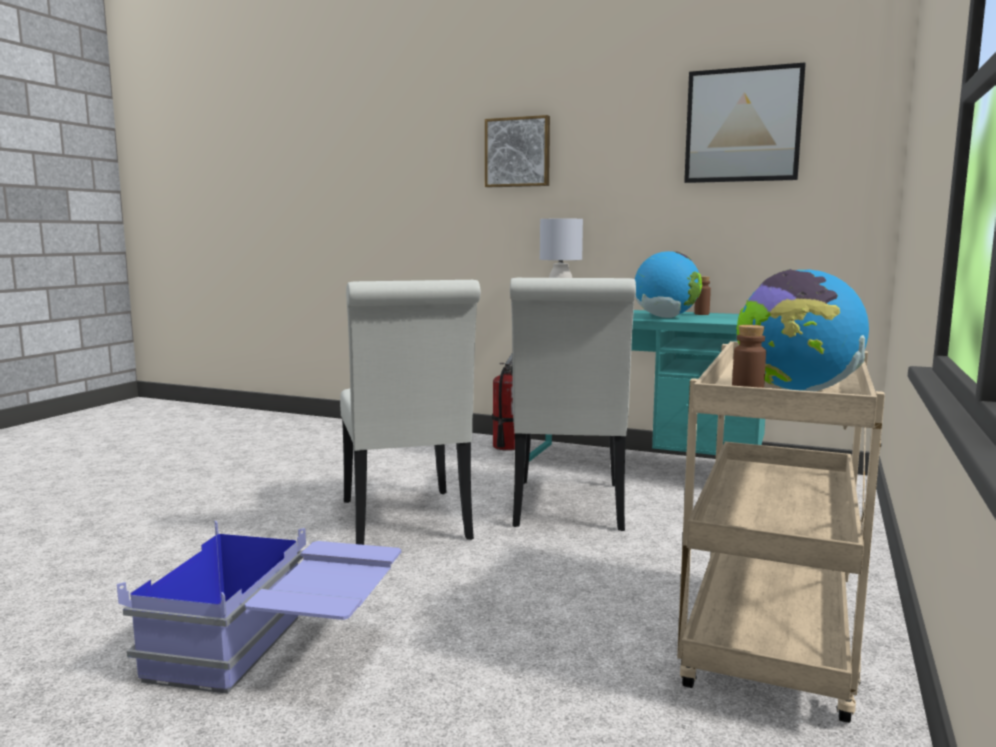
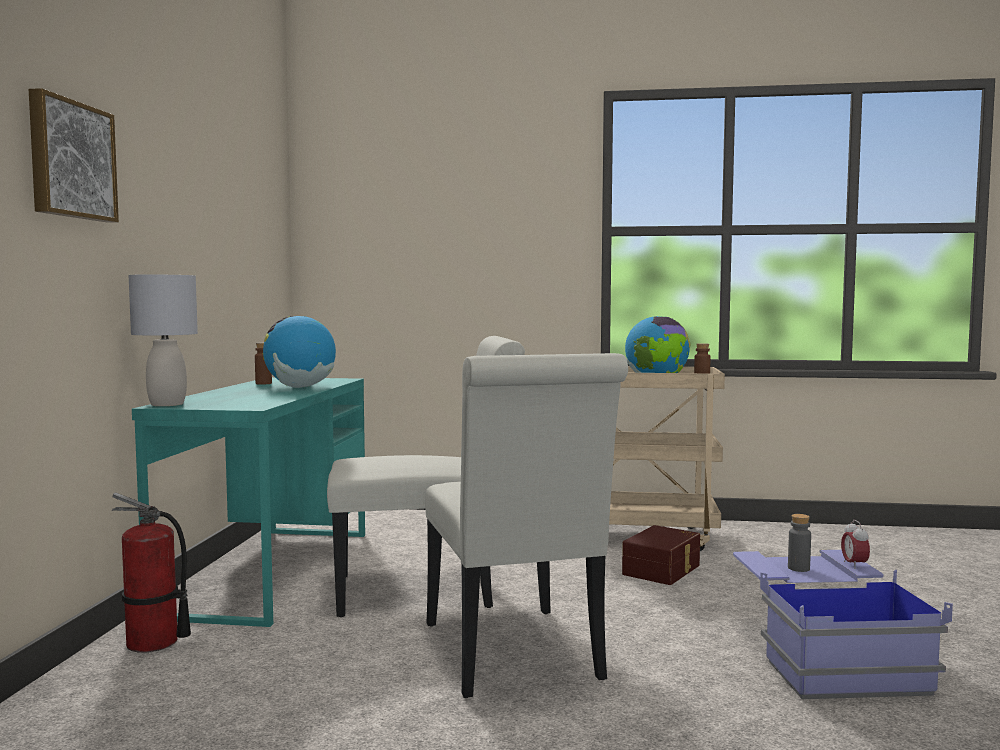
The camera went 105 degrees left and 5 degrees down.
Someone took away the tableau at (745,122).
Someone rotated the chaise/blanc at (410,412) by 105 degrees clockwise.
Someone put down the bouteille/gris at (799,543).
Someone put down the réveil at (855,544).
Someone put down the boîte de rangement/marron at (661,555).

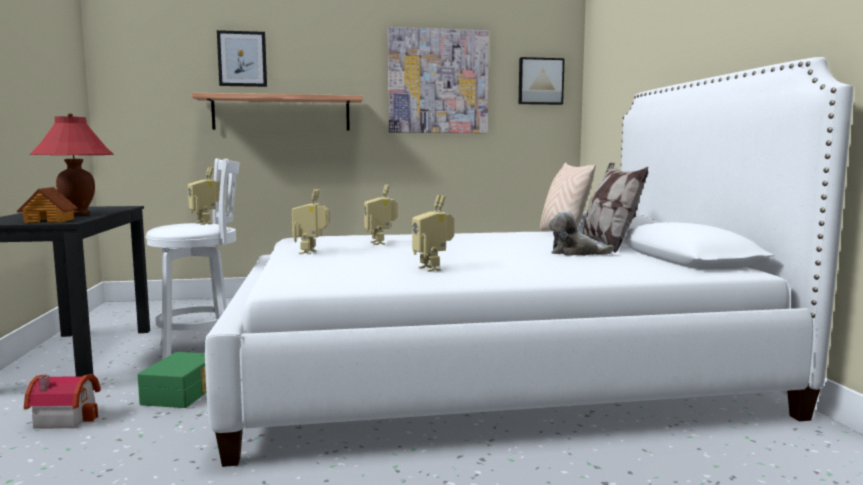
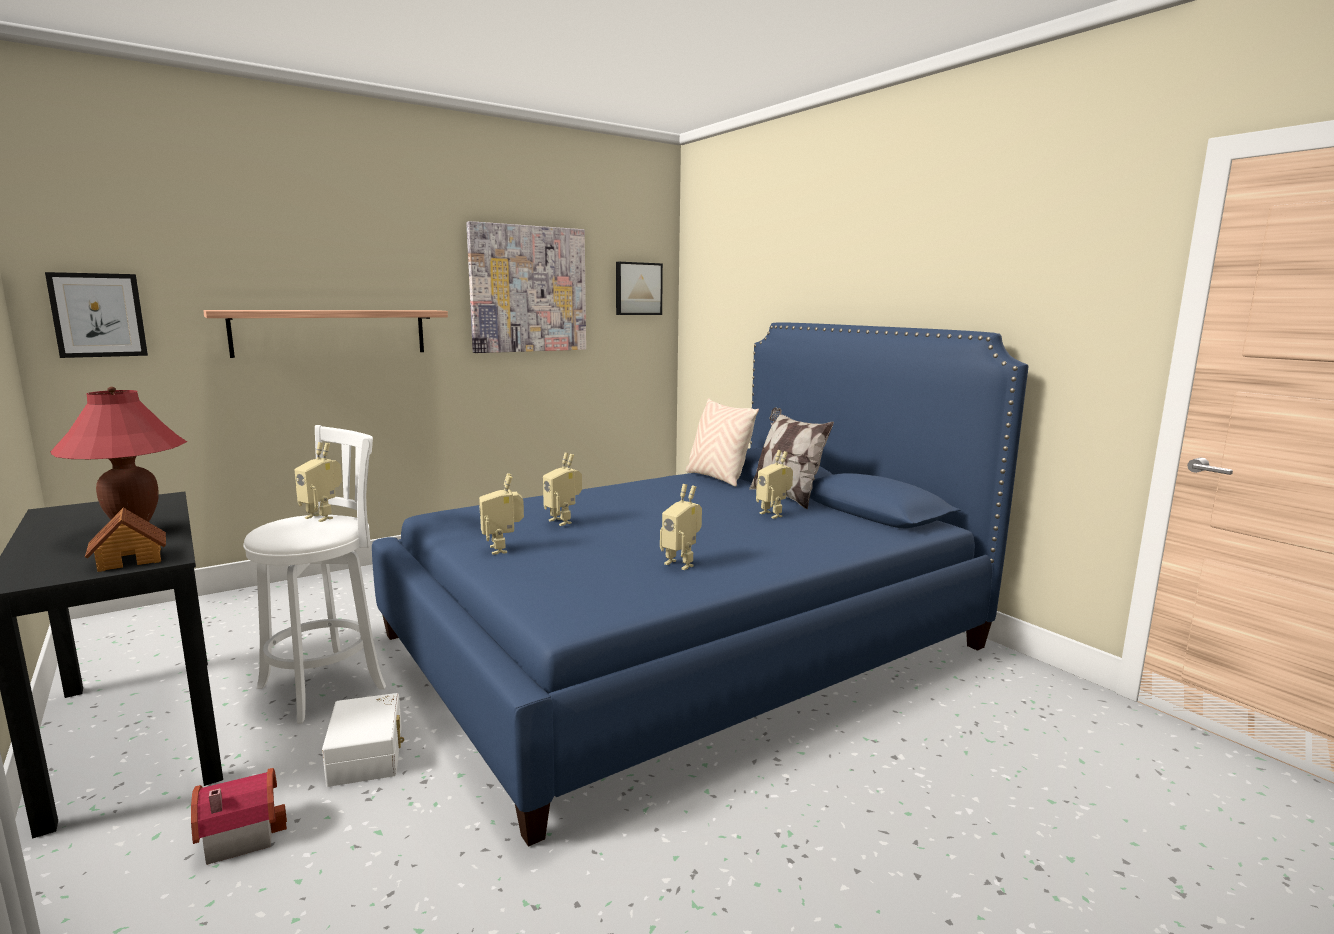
The camera went 25 degrees left and 5 degrees up.
Someone carried the tableau from (242,58) to (96,315).
Someone repainted the lit/blanc at (529,262), which became the lit/bleu at (700,584).
Someone swapped the peluche at (581,233) for the robot jouet at (774,484).
Someone repainted the boîte de rangement/vert at (172,380), which became the boîte de rangement/blanc at (363,740).

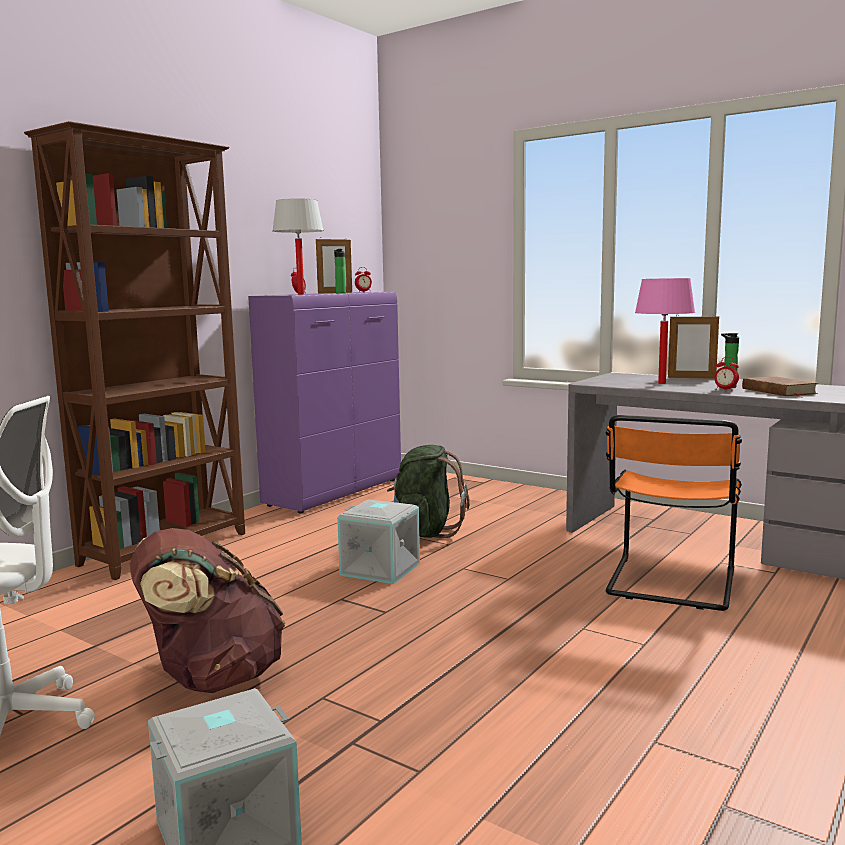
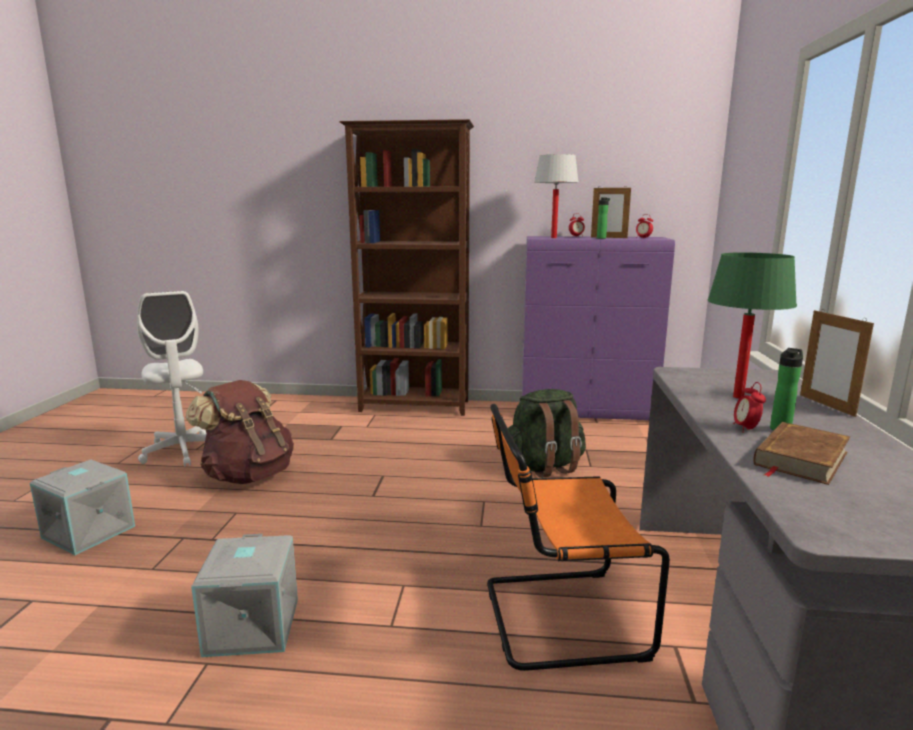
The camera went 60 degrees right and 5 degrees up.
Someone repainted the lampe de table/rose at (665,331), which became the lampe de table/vert at (752,325).
Someone carried the boîte de rangement/gris from (378,541) to (244,595).

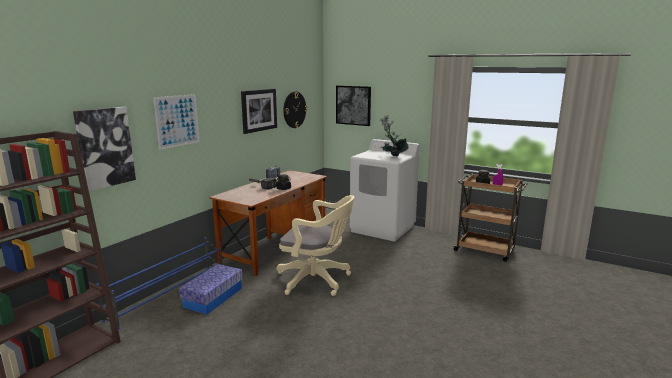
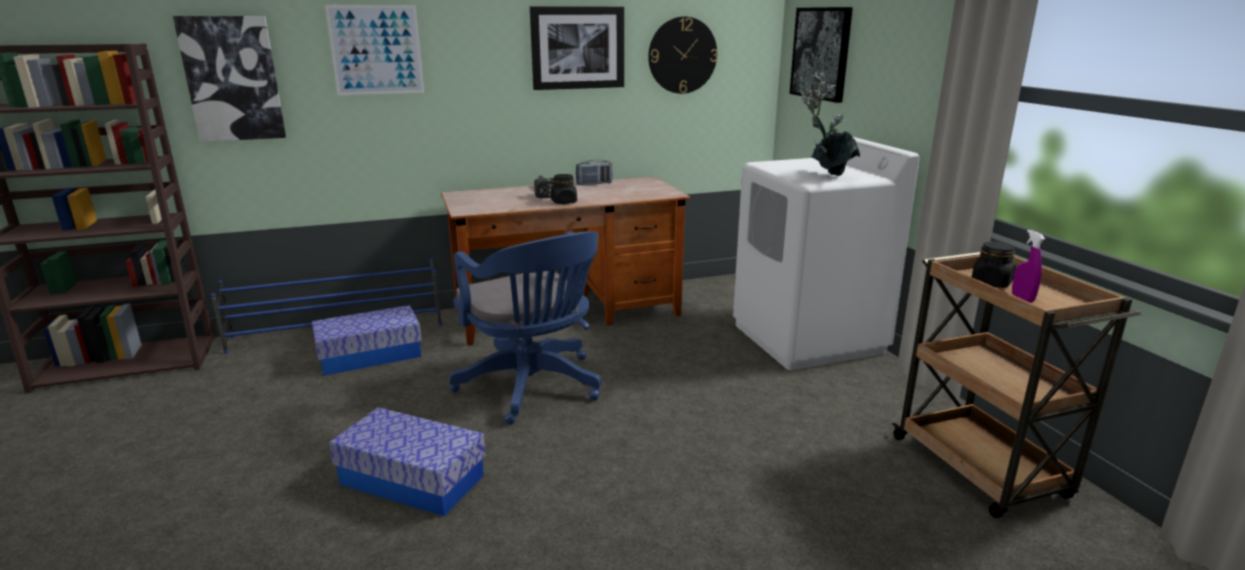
The camera went 40 degrees right and 5 degrees up.
Someone repainted the chaise de bureau/beige at (315,245), which became the chaise de bureau/bleu at (525,327).
Someone put down the boîte de rangement at (407,461).

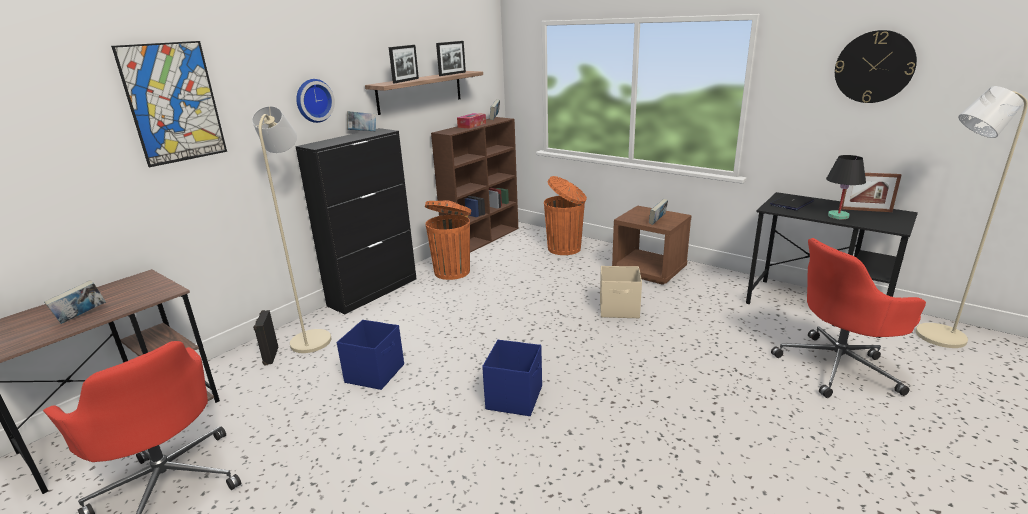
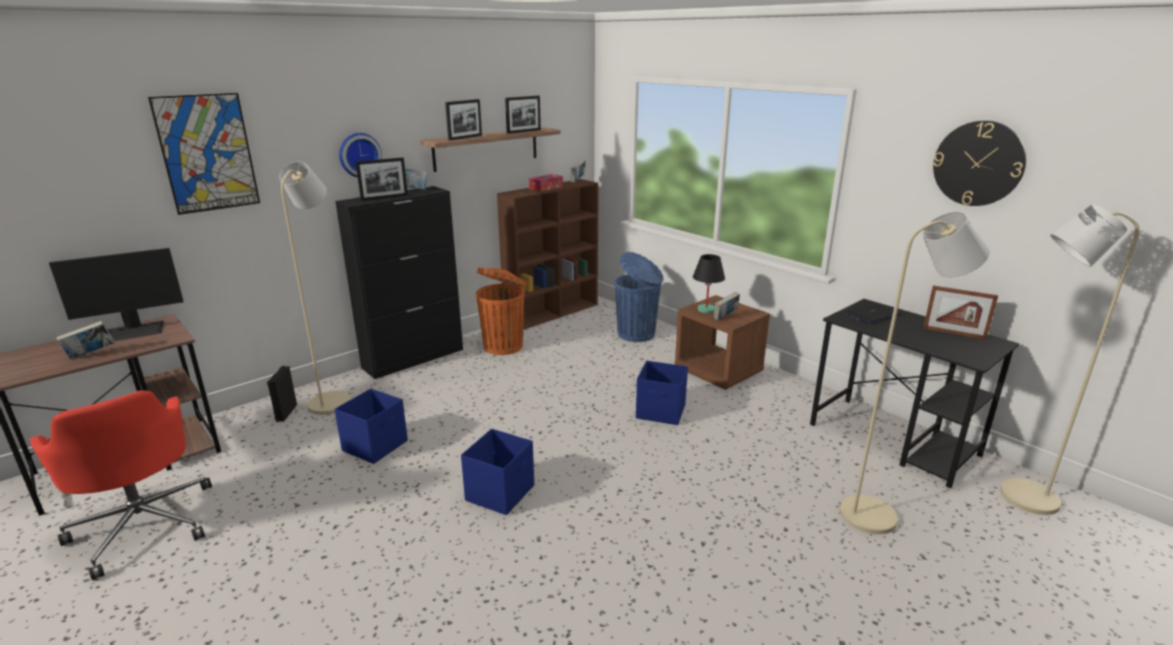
The camera went 10 degrees right and 0 degrees up.
Someone carried the lampe de table/noir from (846,187) to (709,283).
Someone repainted the poubelle/orange at (565,215), which became the poubelle/bleu at (639,297).
Someone swapped the chaise de bureau/rouge at (848,318) for the lampadaire/beige at (915,373).
Someone repainted the boîte de rangement/beige at (621,292), which became the boîte de rangement/bleu at (662,393).
Someone put down the cadre photo at (382,179).
Someone put down the écran d'ordinateur at (116,294).

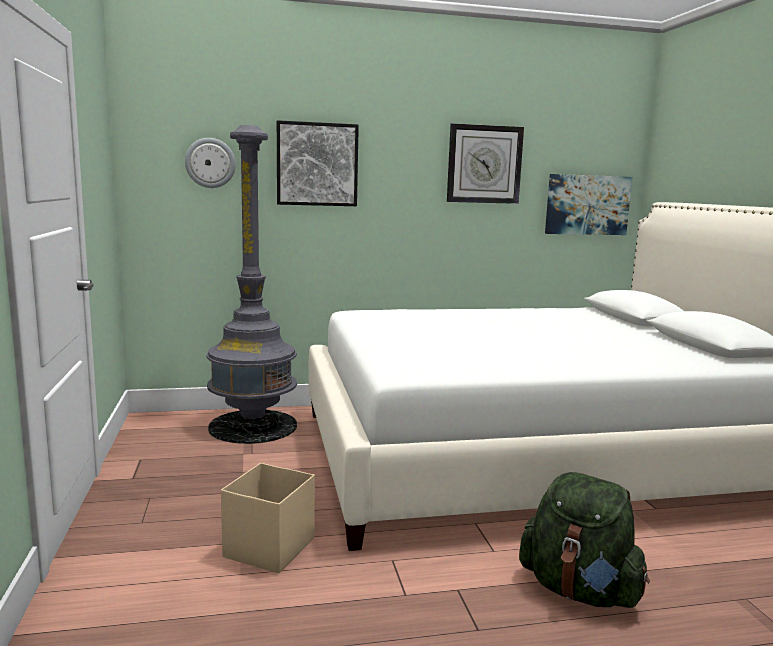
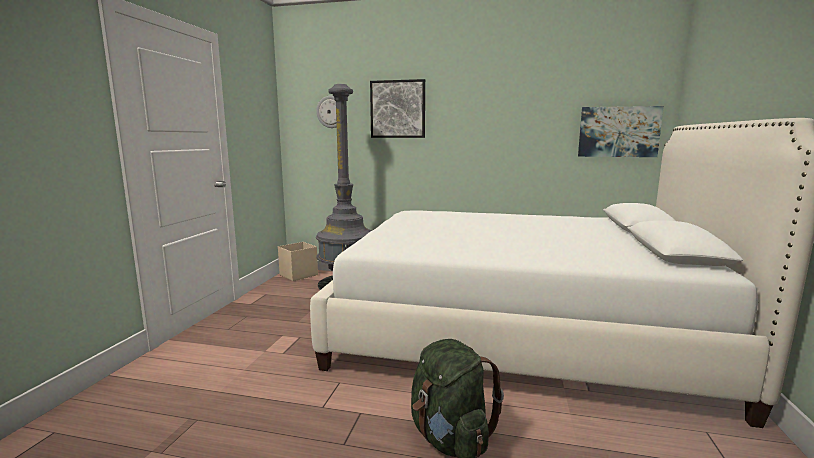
The camera went 25 degrees right and 0 degrees up.
Someone took away the horloge murale at (485,163).
Someone carried the boîte de rangement/beige from (268,518) to (298,261).

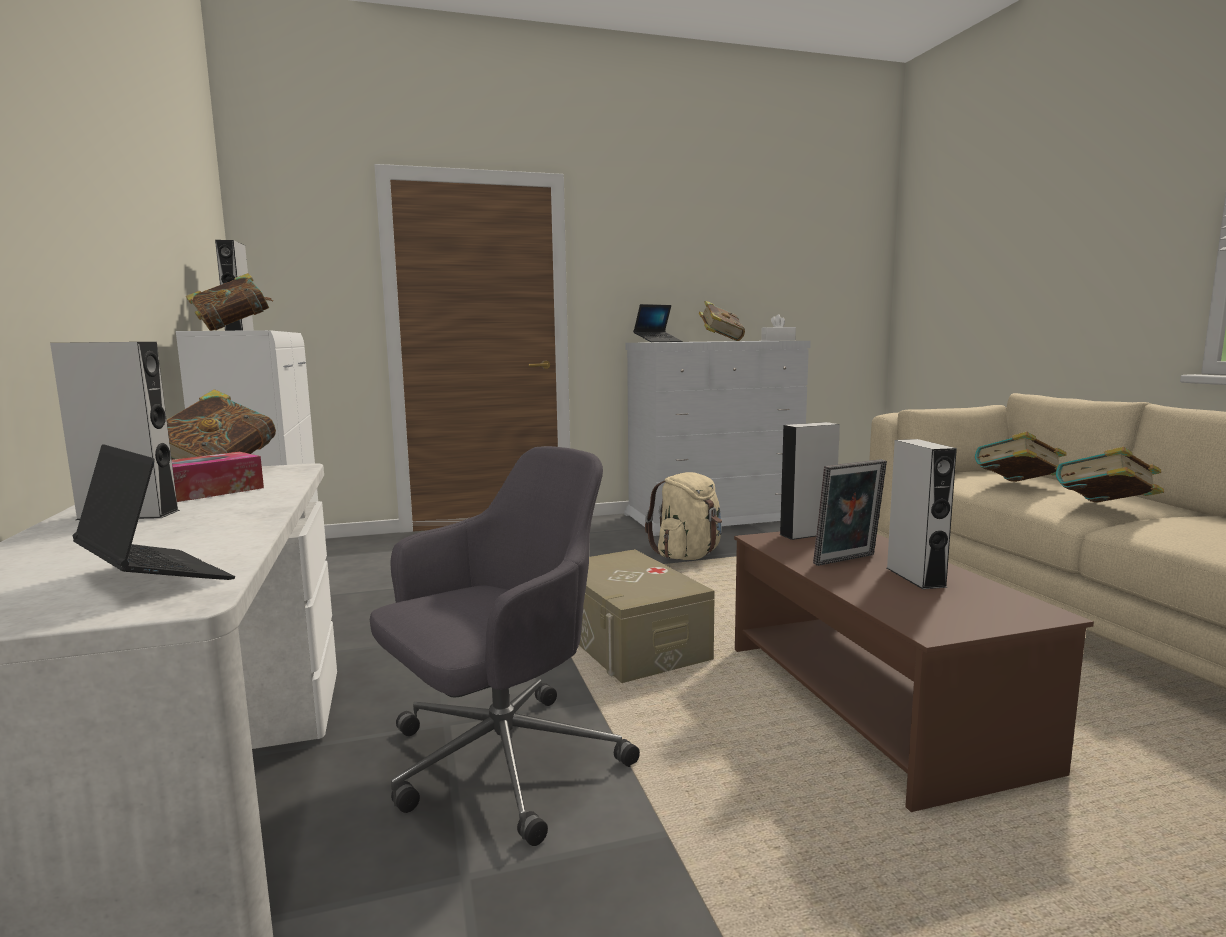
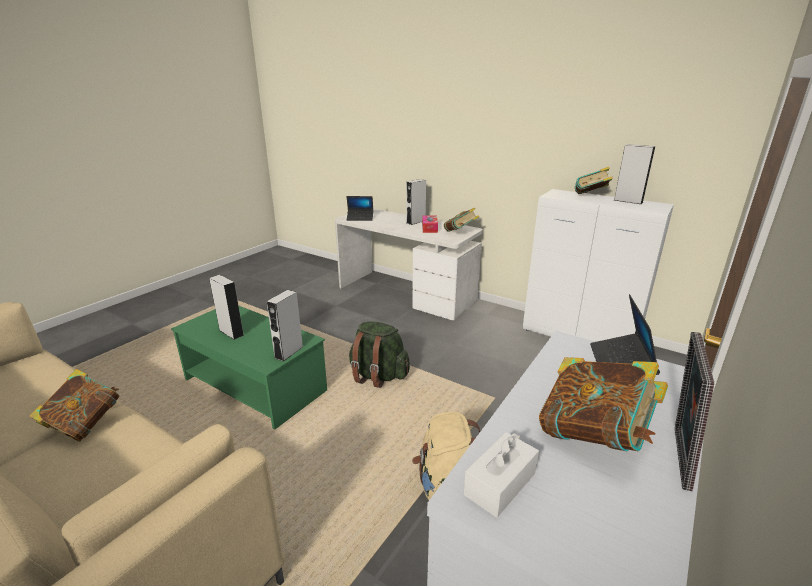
The camera went 140 degrees right and 15 degrees up.
Someone took away the livre at (1020,457).
Someone took away the chaise de bureau/gris at (505,646).
Someone carried the cadre photo from (850,512) to (694,411).
Someone repainted the table basse/marron at (914,672), which became the table basse/vert at (249,368).
Someone swapped the boîte de rangement/beige at (647,616) for the sac à dos/vert at (379,354).

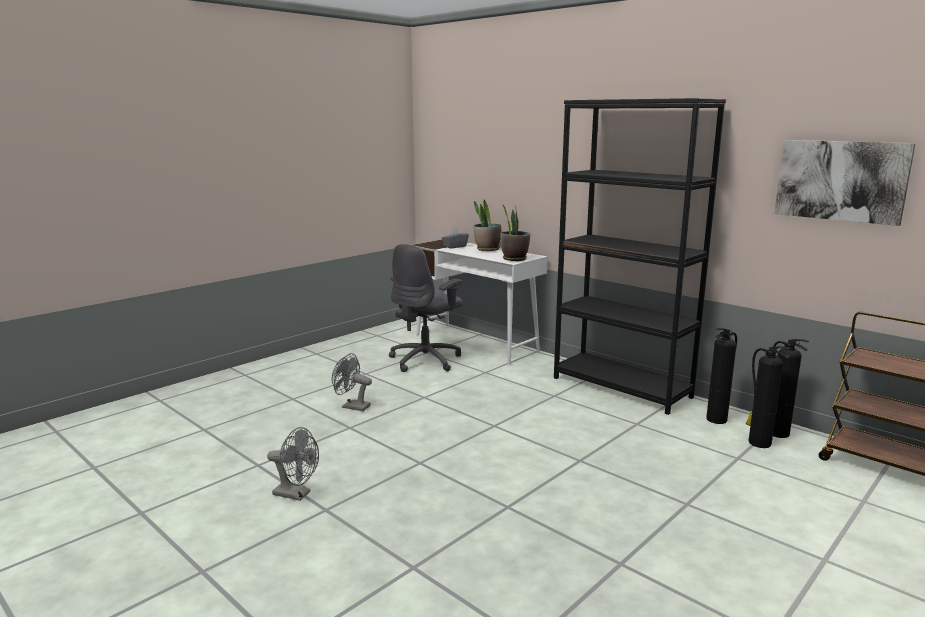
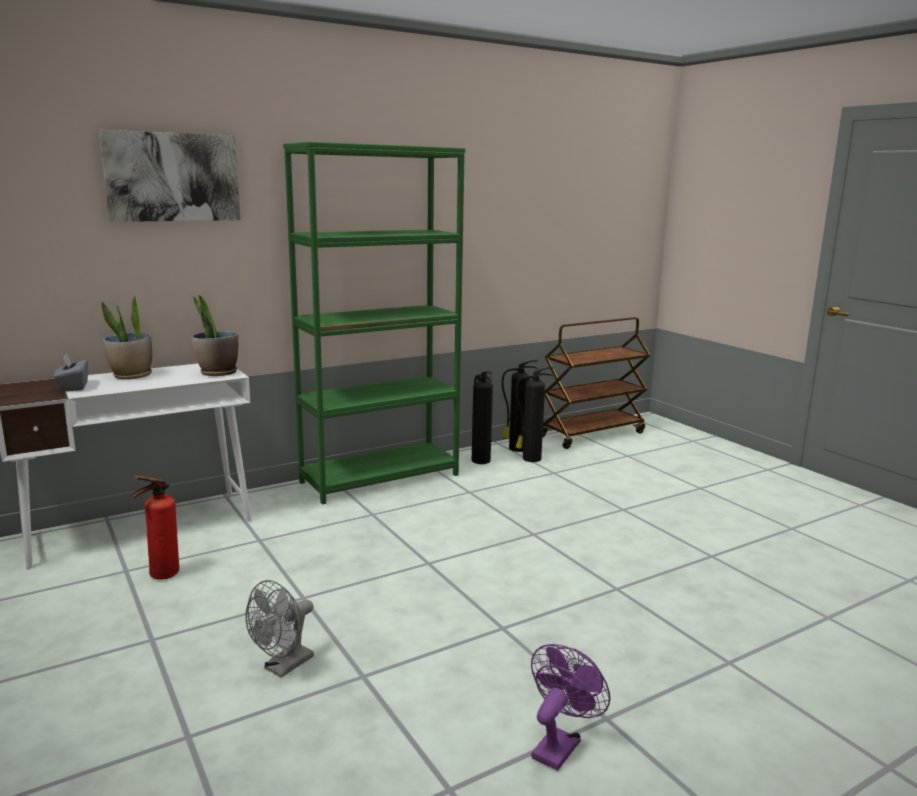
The camera went 75 degrees left and 0 degrees up.
Someone repainted the bibliothèque/noir at (640,256), which became the bibliothèque/vert at (374,323).
Someone carried the tableau from (845,183) to (170,176).
Someone swapped the chaise de bureau/gris at (426,308) for the extincteur at (155,527).
Someone repainted the ventilateur/gris at (293,464), which became the ventilateur/violet at (570,707).

